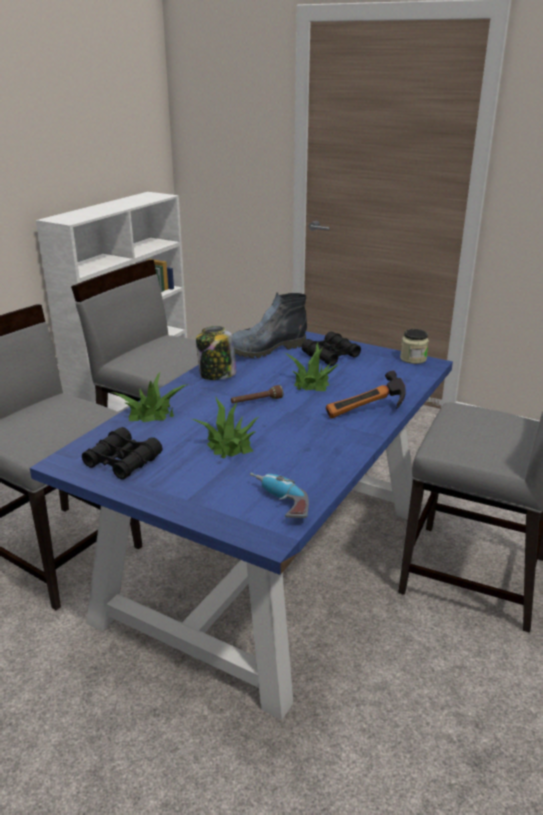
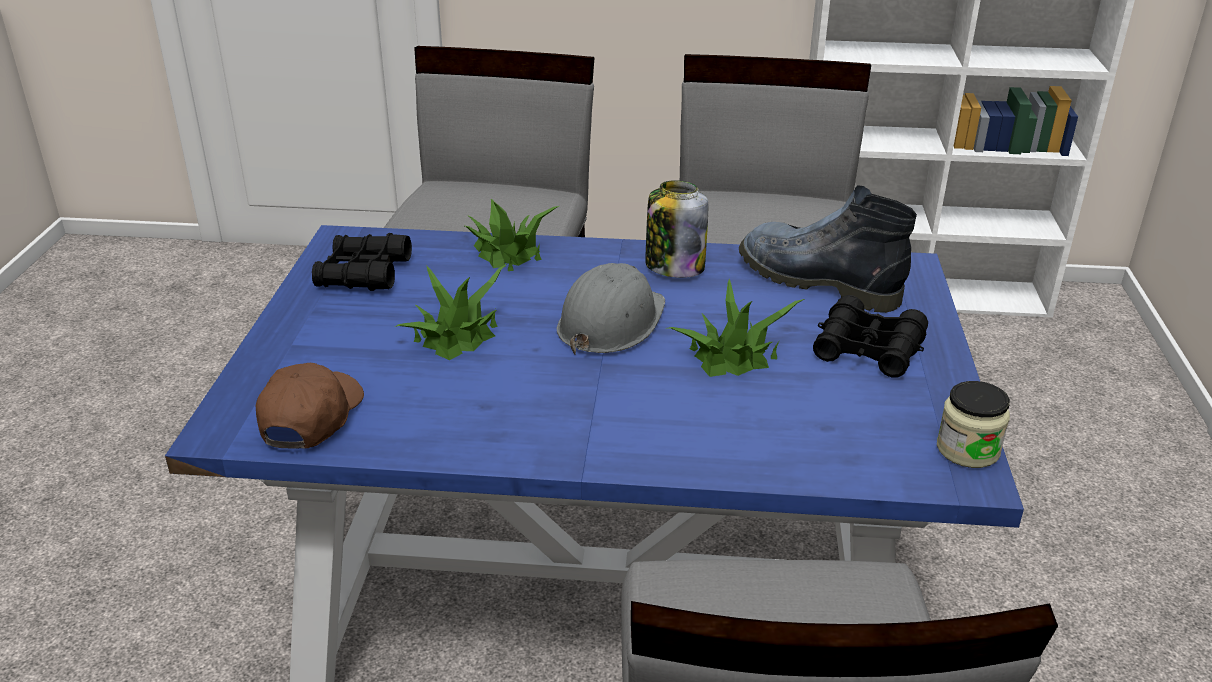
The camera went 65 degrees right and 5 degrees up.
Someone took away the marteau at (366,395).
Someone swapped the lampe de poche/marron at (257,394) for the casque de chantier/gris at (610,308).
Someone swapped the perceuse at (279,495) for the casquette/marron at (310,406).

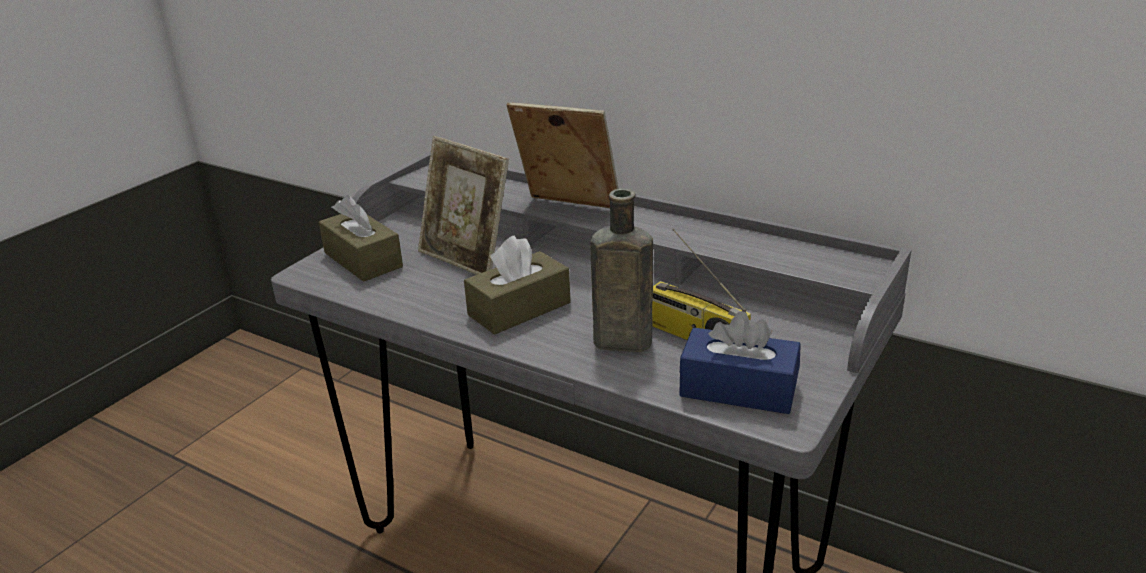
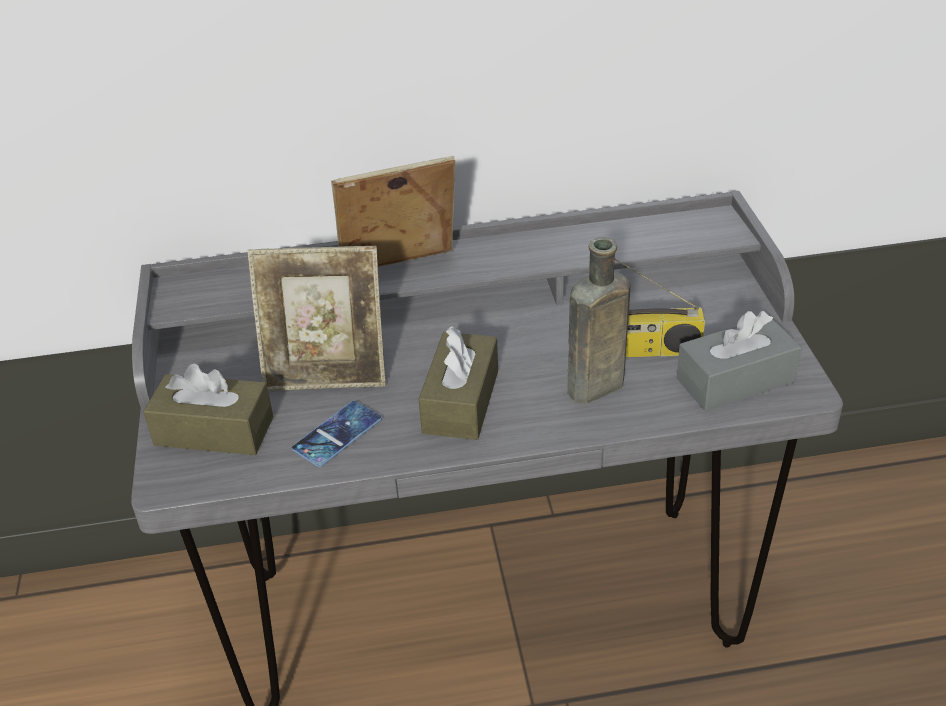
The camera went 40 degrees left and 10 degrees up.
Someone repainted the boîte à mouchoirs/bleu at (740,362), which became the boîte à mouchoirs/gris at (739,361).
Someone put down the téléphone at (337,434).

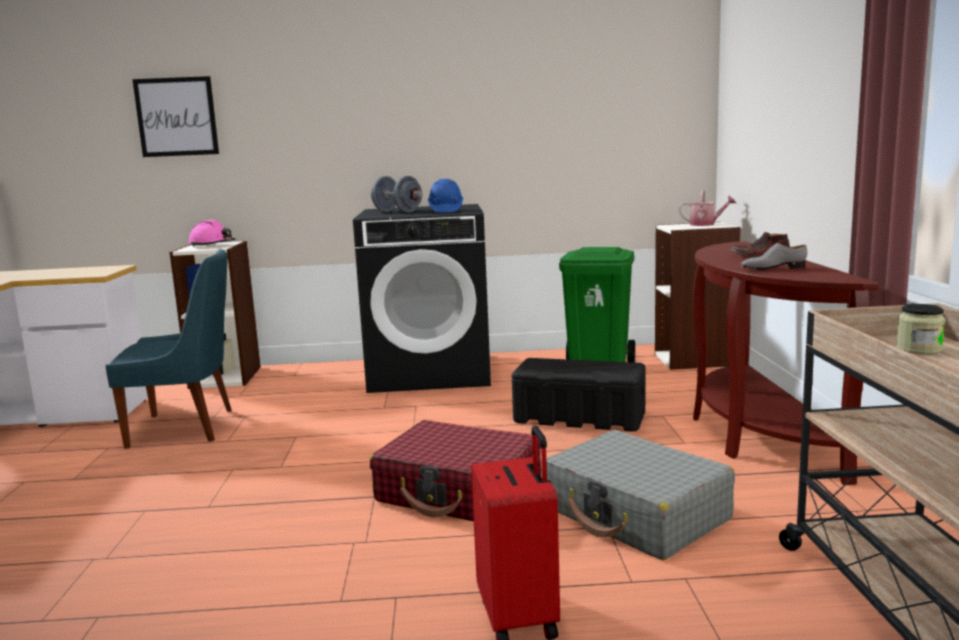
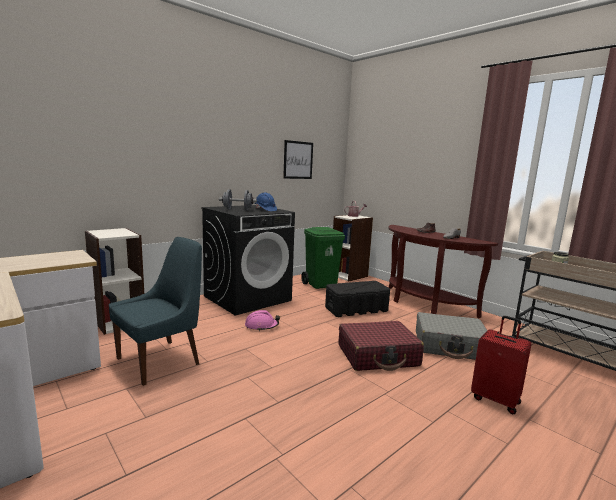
The camera went 40 degrees left and 0 degrees up.
Someone carried the tableau from (175,116) to (298,159).
Someone carried the casque de chantier/rose from (212,233) to (262,320).

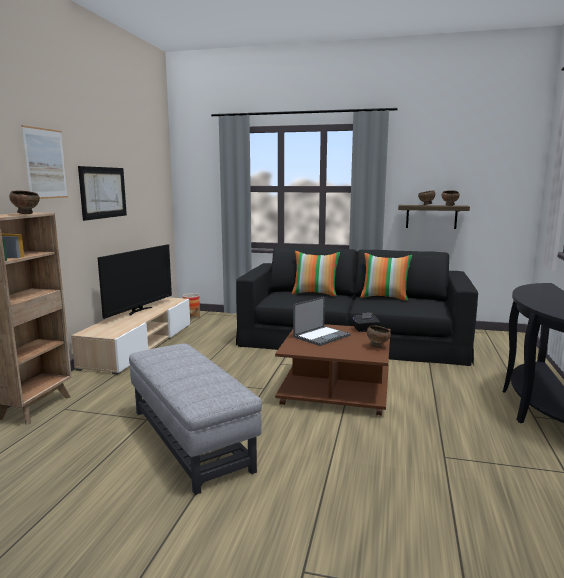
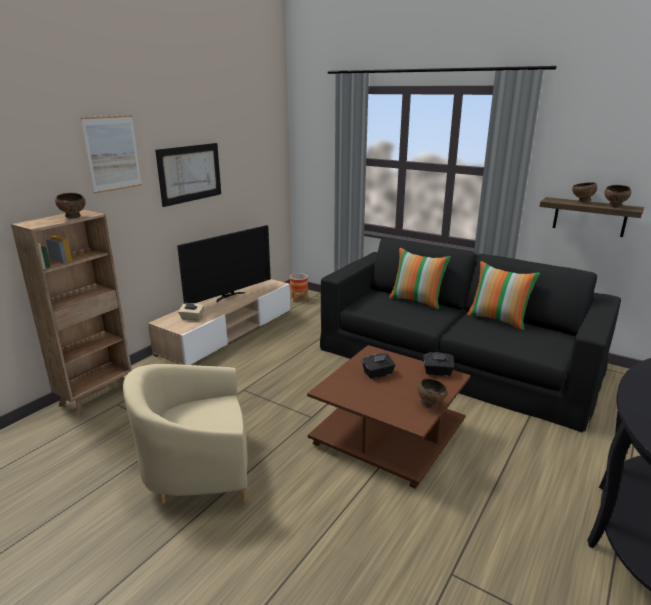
The camera went 20 degrees right and 10 degrees up.
Someone swapped the ordinateur portable at (322,321) for the boîte à mouchoirs/noir at (378,366).
Someone swapped the pouf/gris at (195,419) for the fauteuil/beige at (185,434).
Someone put down the boîte à mouchoirs/beige at (191,311).

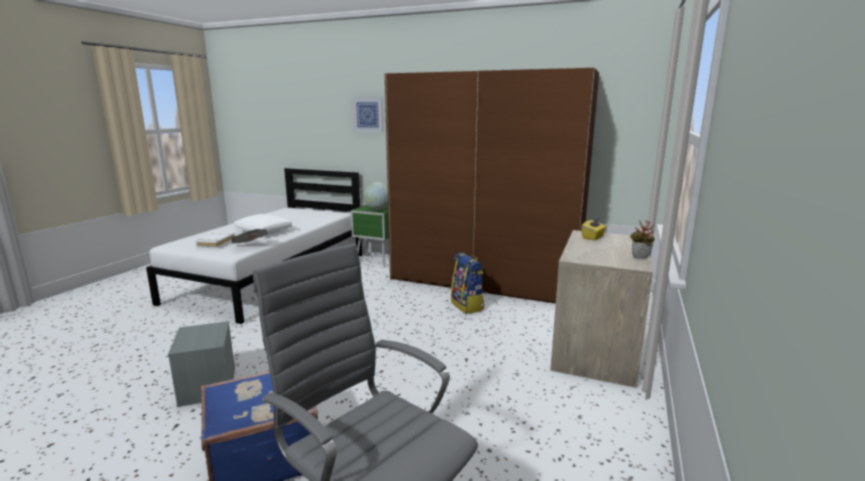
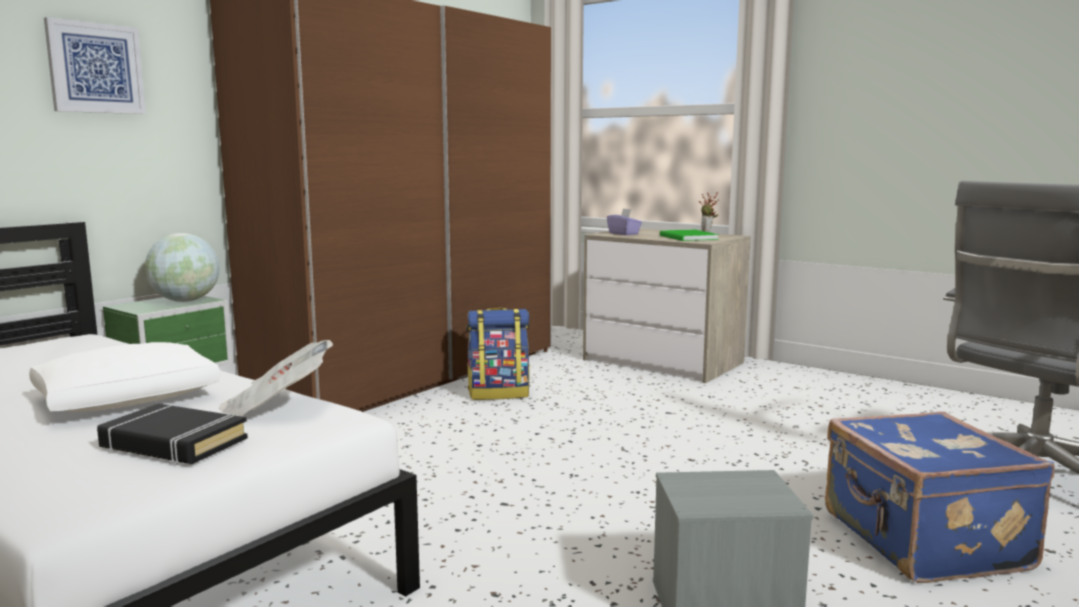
The camera went 75 degrees left and 5 degrees down.
Someone repainted the boîte à mouchoirs/jaune at (594,229), which became the boîte à mouchoirs/violet at (624,221).
Someone repainted the livre/blanc at (215,240), which became the livre/noir at (172,433).
Someone put down the livre/vert at (689,235).

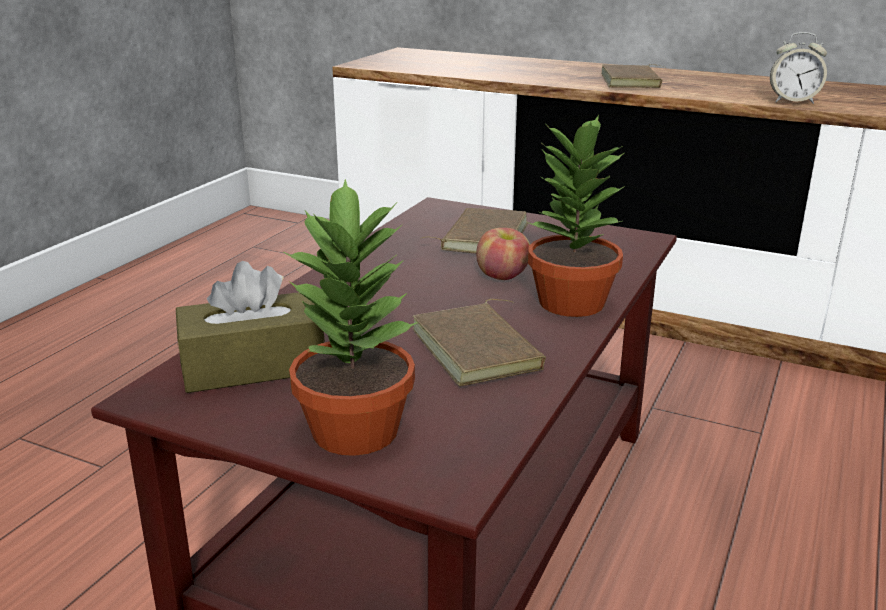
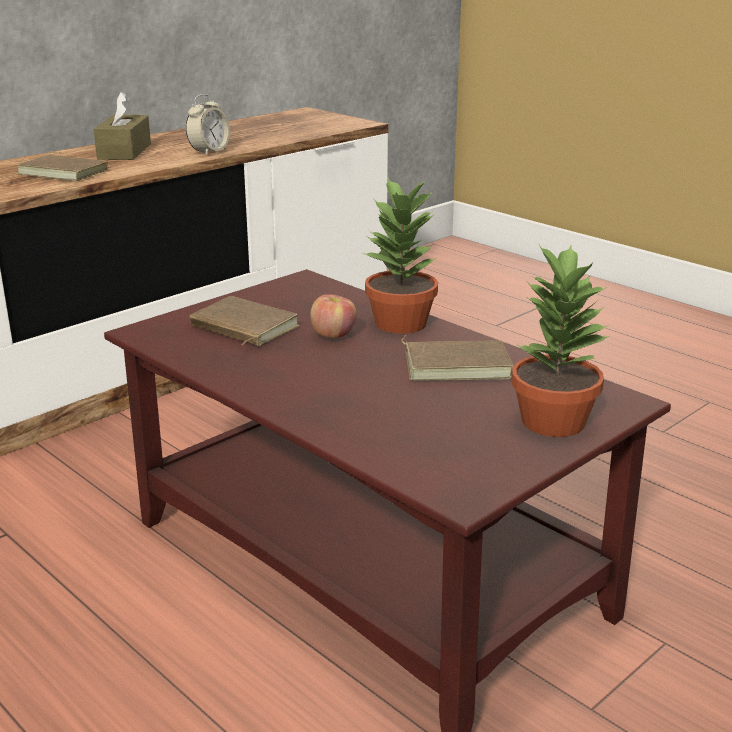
The camera went 70 degrees left and 0 degrees up.
Someone carried the boîte à mouchoirs/marron from (250,327) to (122,126).

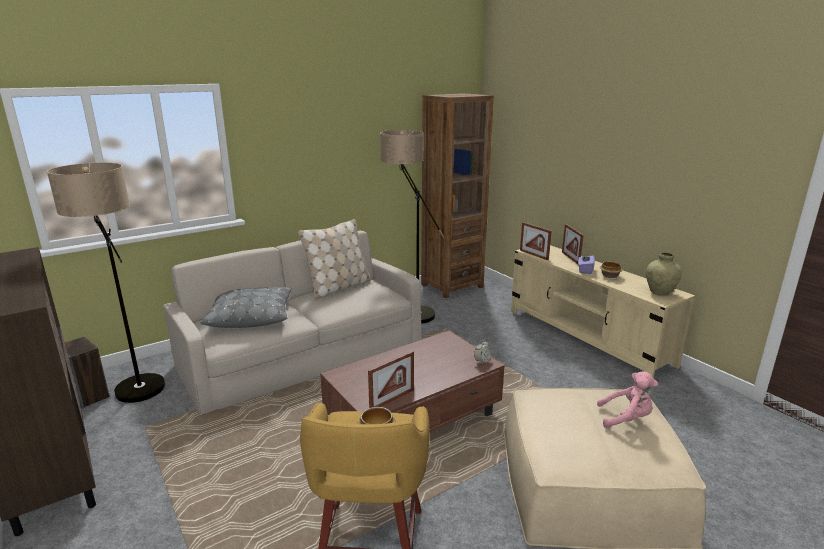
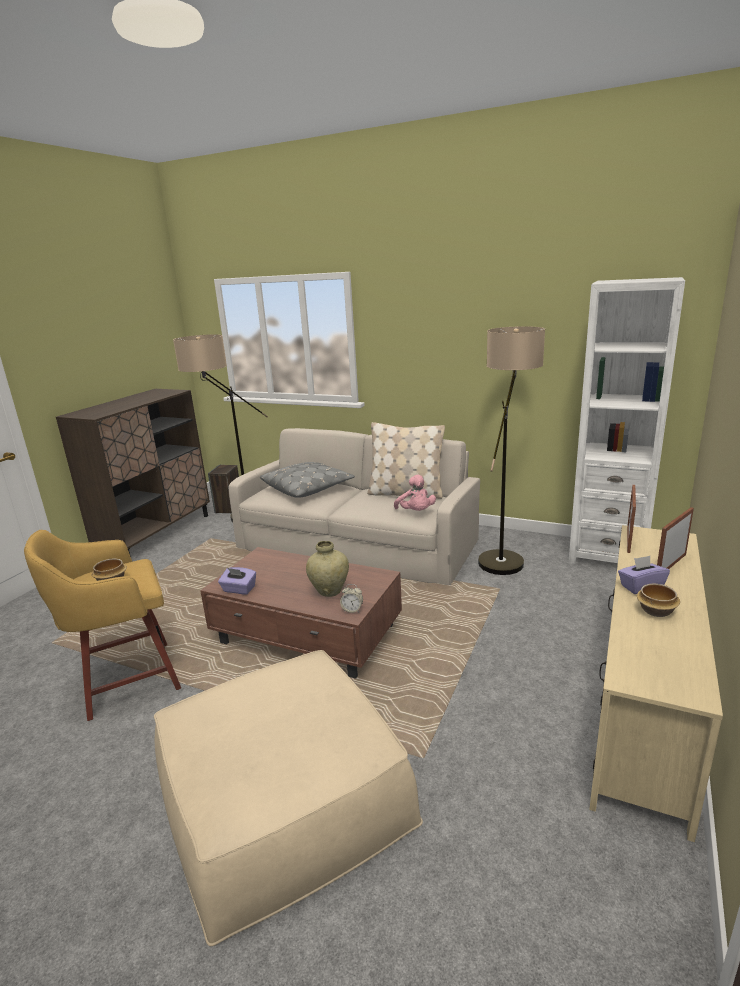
The camera went 60 degrees right and 0 degrees up.
Someone repainted the bibliothèque/marron at (457,196), which became the bibliothèque/blanc at (626,420).
Someone carried the vase/beige from (664,273) to (327,569).
Someone swapped the cadre photo at (391,379) for the boîte à mouchoirs/violet at (237,580).
Someone carried the peluche/rose from (627,400) to (415,493).

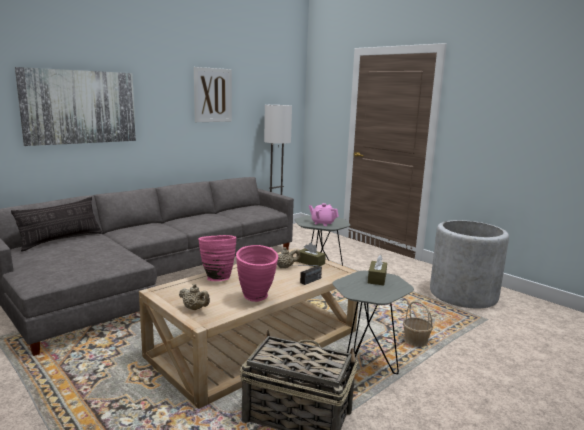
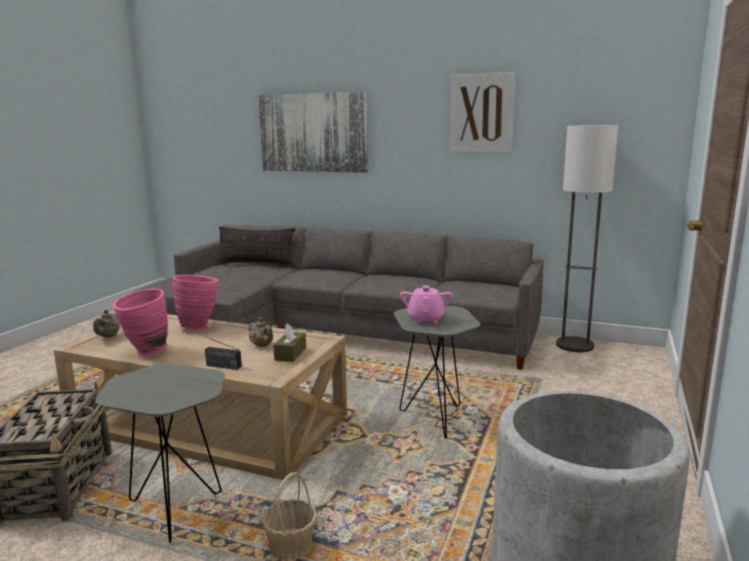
The camera went 65 degrees right and 0 degrees up.
Someone took away the boîte à mouchoirs/marron at (377,270).

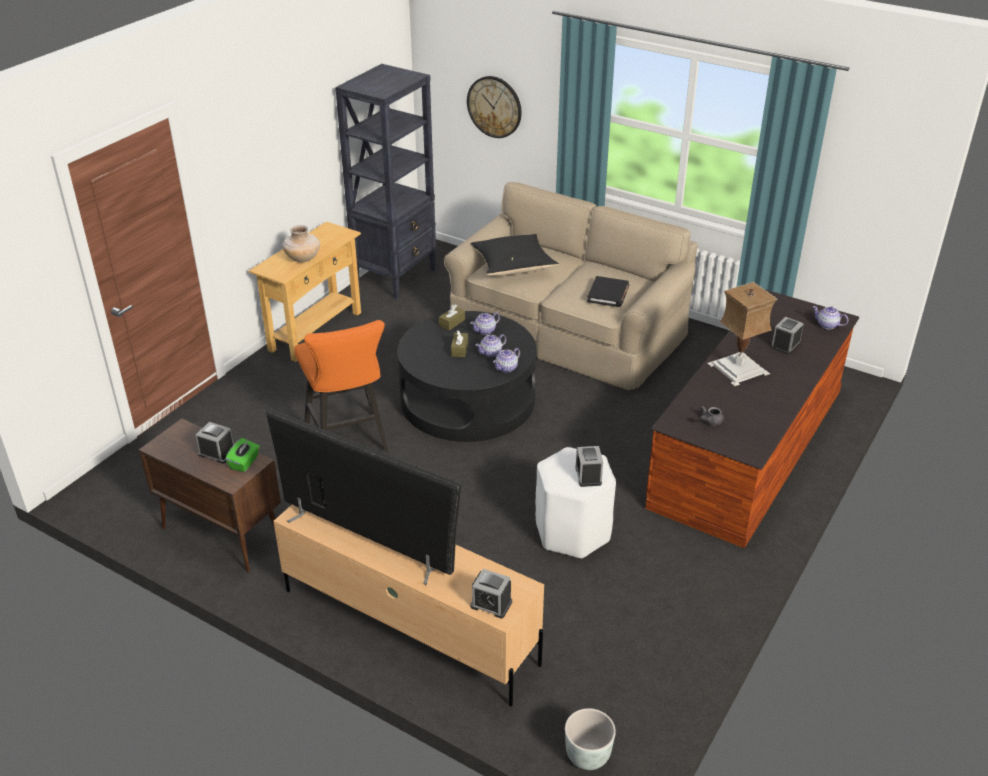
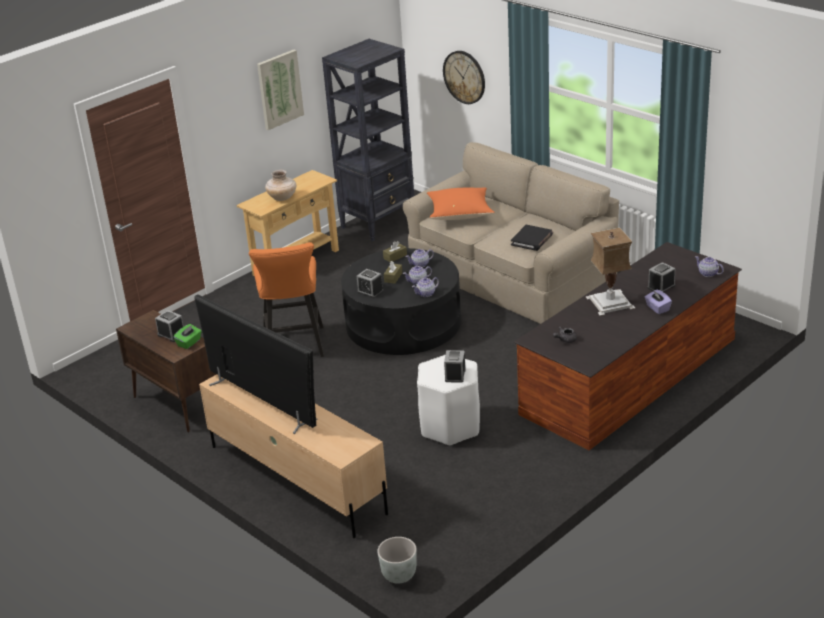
The camera went 15 degrees right and 5 degrees down.
Someone repainted the coussin/noir at (515,255), which became the coussin/orange at (461,203).
Someone carried the réveil from (491,594) to (370,283).
Someone put up the tableau at (280,90).
Someone put down the boîte à mouchoirs/violet at (658,301).

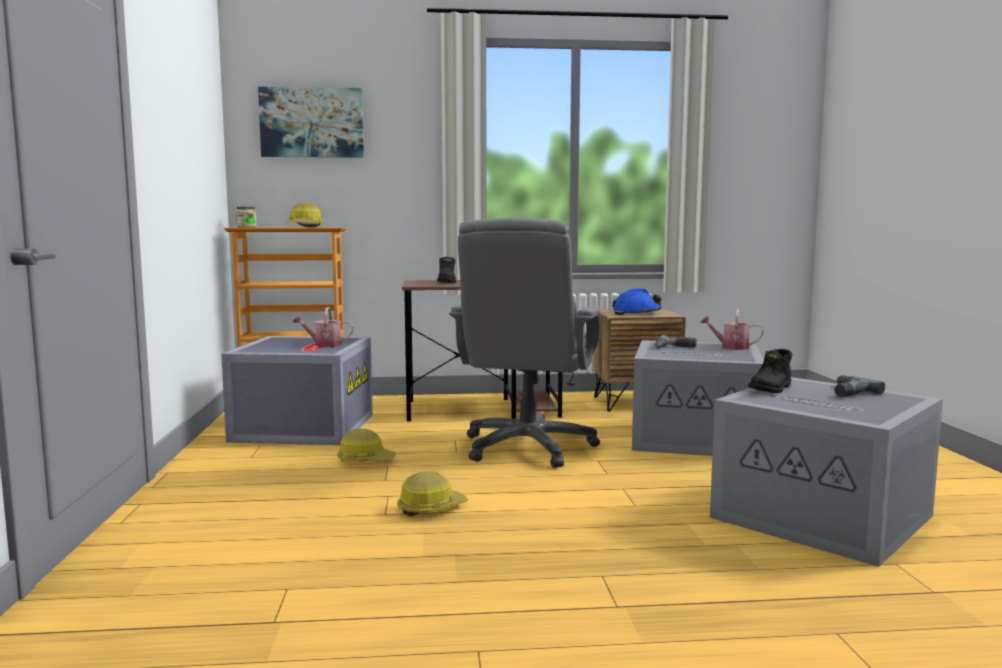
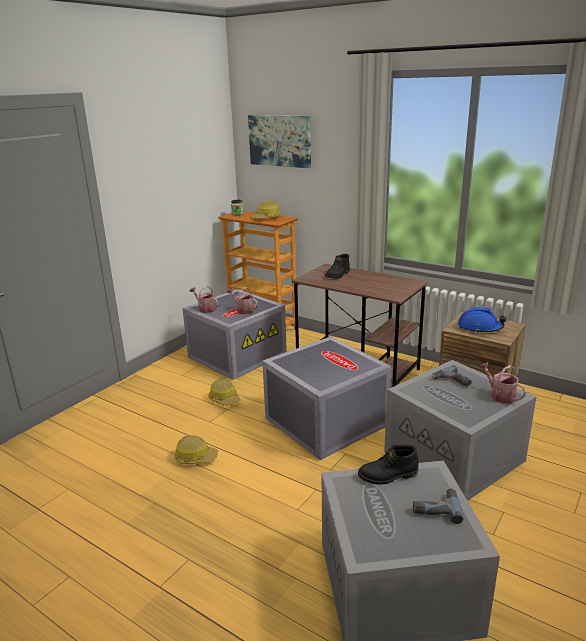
The camera went 40 degrees right and 15 degrees up.
Someone swapped the chaise de bureau/gris at (525,342) for the boîte de rangement/gris at (327,398).
Someone put down the arrosoir at (203,299).

